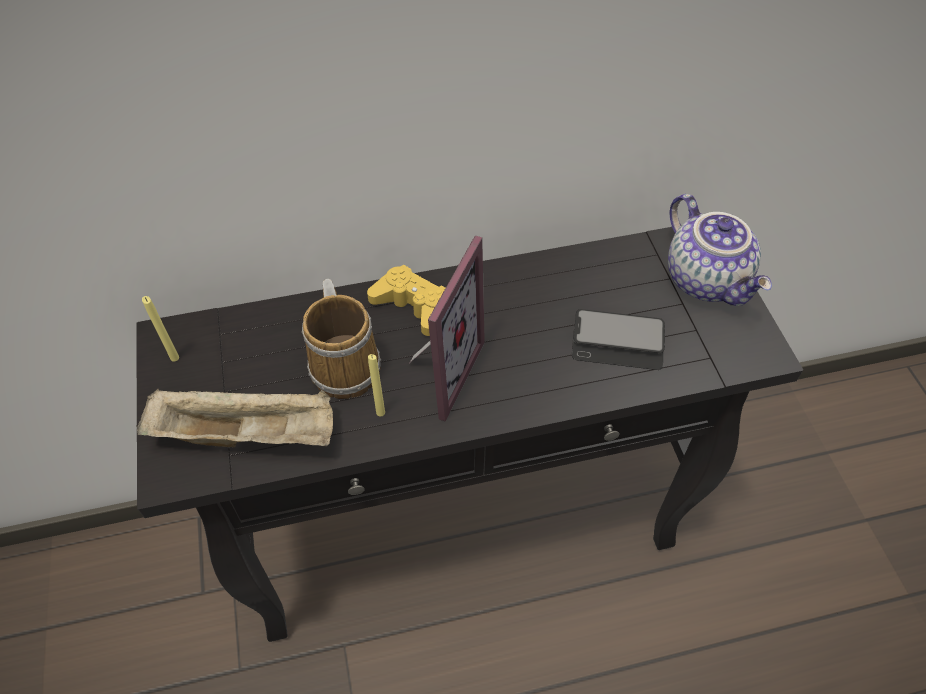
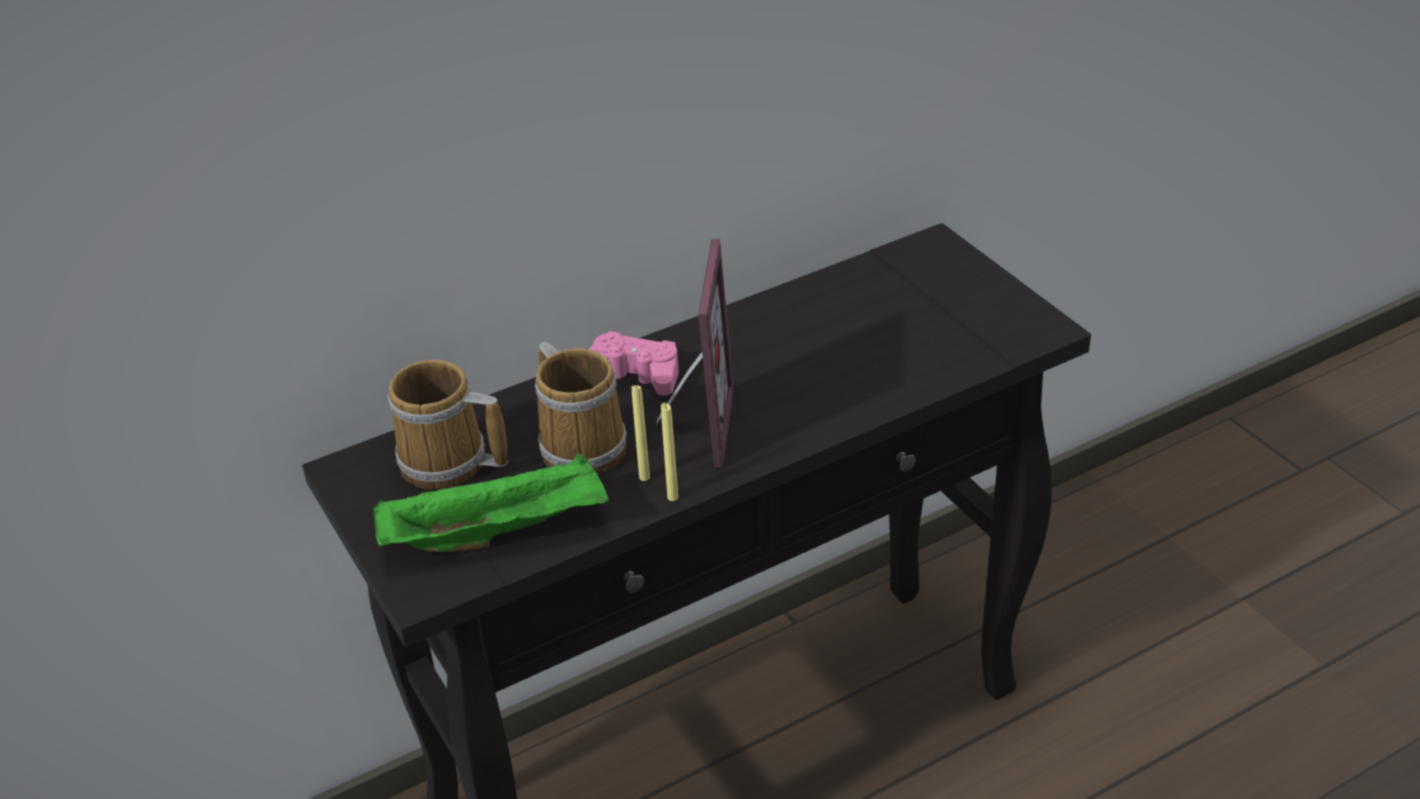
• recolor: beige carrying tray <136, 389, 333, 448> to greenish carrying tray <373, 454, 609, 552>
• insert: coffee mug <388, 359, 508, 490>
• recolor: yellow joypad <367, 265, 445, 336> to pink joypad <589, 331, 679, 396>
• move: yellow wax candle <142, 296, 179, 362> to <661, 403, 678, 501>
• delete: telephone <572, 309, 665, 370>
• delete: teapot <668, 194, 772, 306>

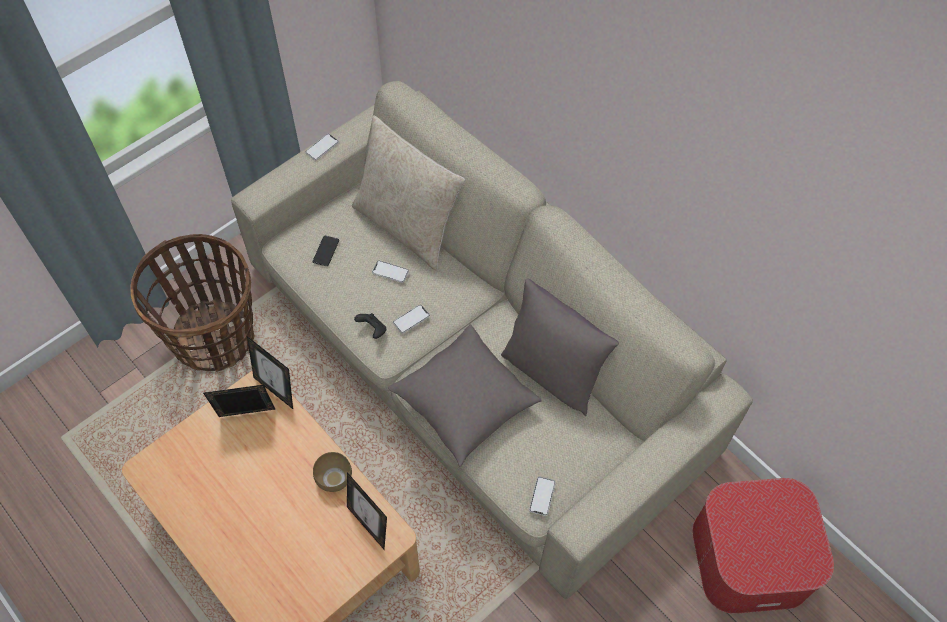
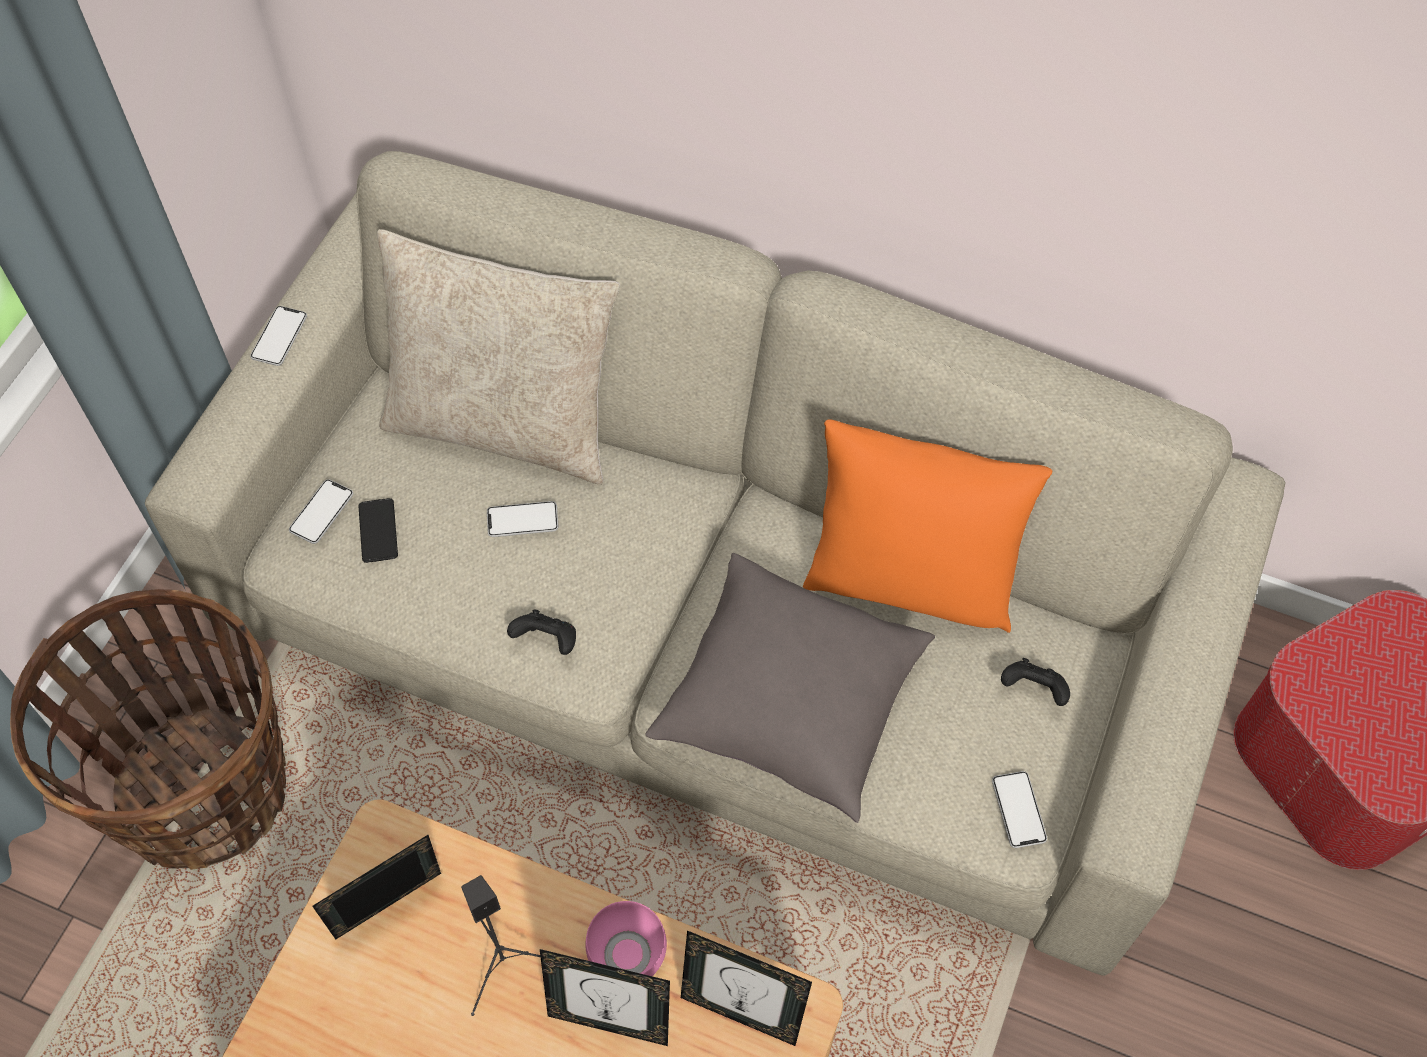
• move: telephone <393, 305, 430, 334> to <289, 479, 353, 544>
• insert: black-coloured loudspeaker <461, 875, 540, 1016>
• move: picture frame <247, 336, 293, 409> to <540, 949, 670, 1046>
• recolor: brownish bowl <313, 452, 352, 492> to pink bowl <586, 901, 667, 976>
• recolor: greyish pillow <501, 278, 619, 416> to orangey pillow <803, 419, 1052, 633>
• insert: black-coloured joypad <1001, 658, 1070, 706>

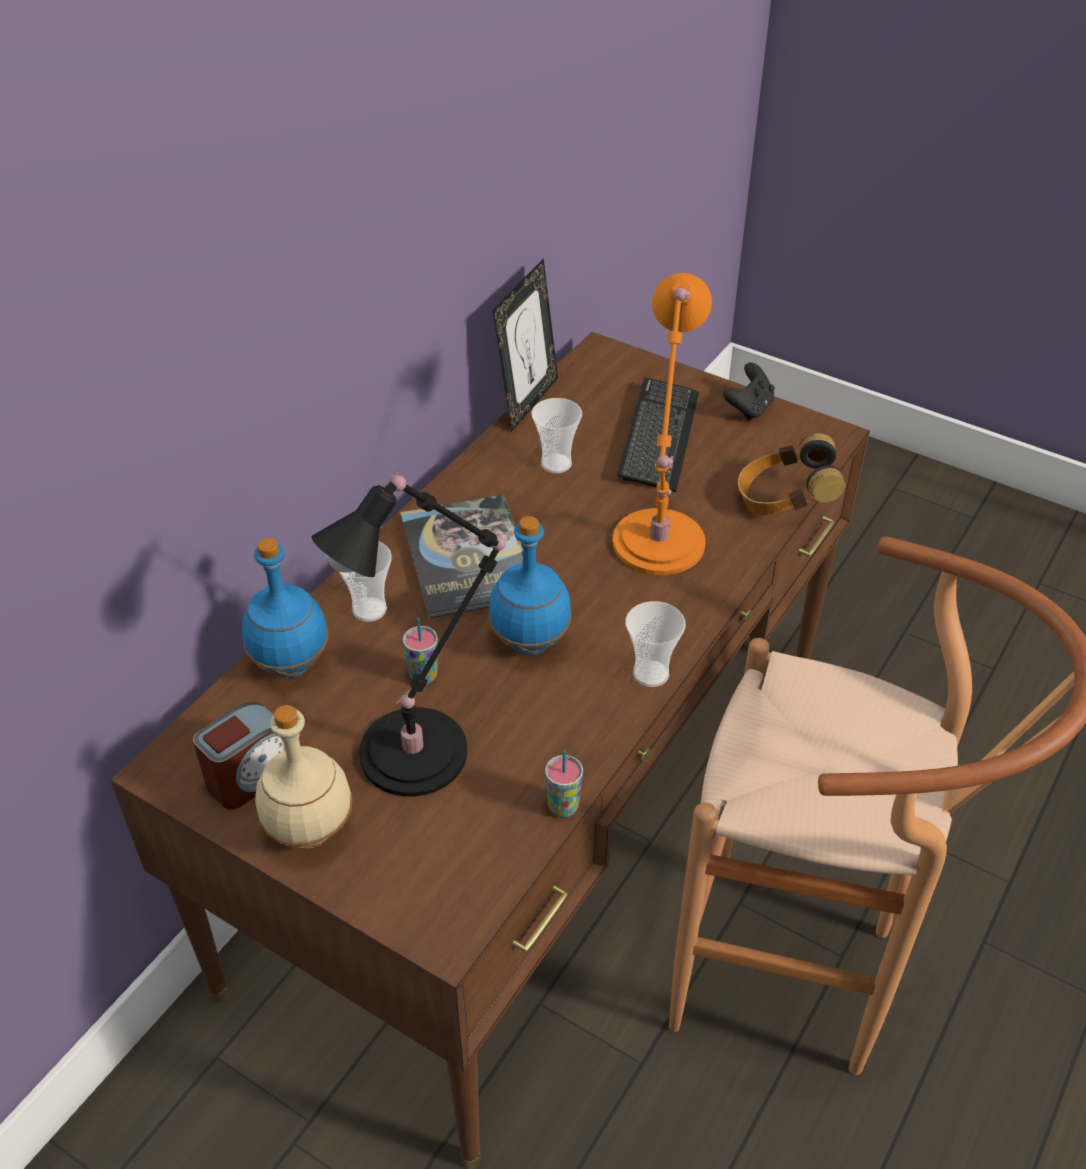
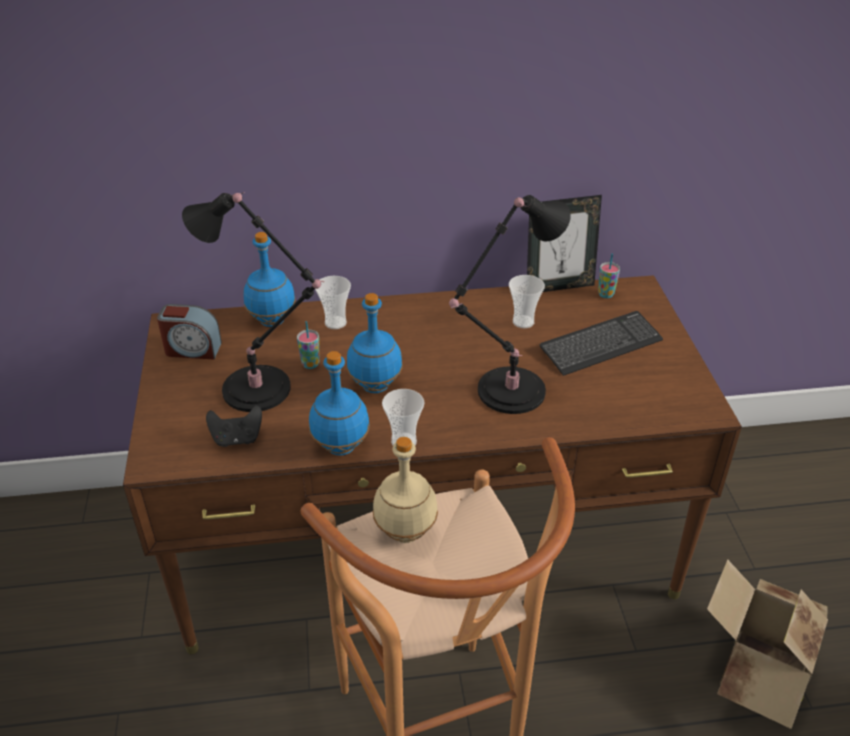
• move: black-coloured joypad <723, 363, 775, 421> to <206, 405, 262, 447>
• insert: bluish beverage bottle <309, 351, 370, 456>
• move: beige beverage bottle <255, 705, 353, 848> to <373, 437, 438, 543>
• recolor: orangey table lamp <613, 273, 712, 575> to black-coloured table lamp <449, 195, 571, 414>
• move: drinking cup <545, 749, 583, 818> to <598, 253, 620, 298>
• insert: packing box <707, 559, 828, 729>
• delete: book <400, 494, 523, 619>
• delete: headset <738, 433, 845, 515>

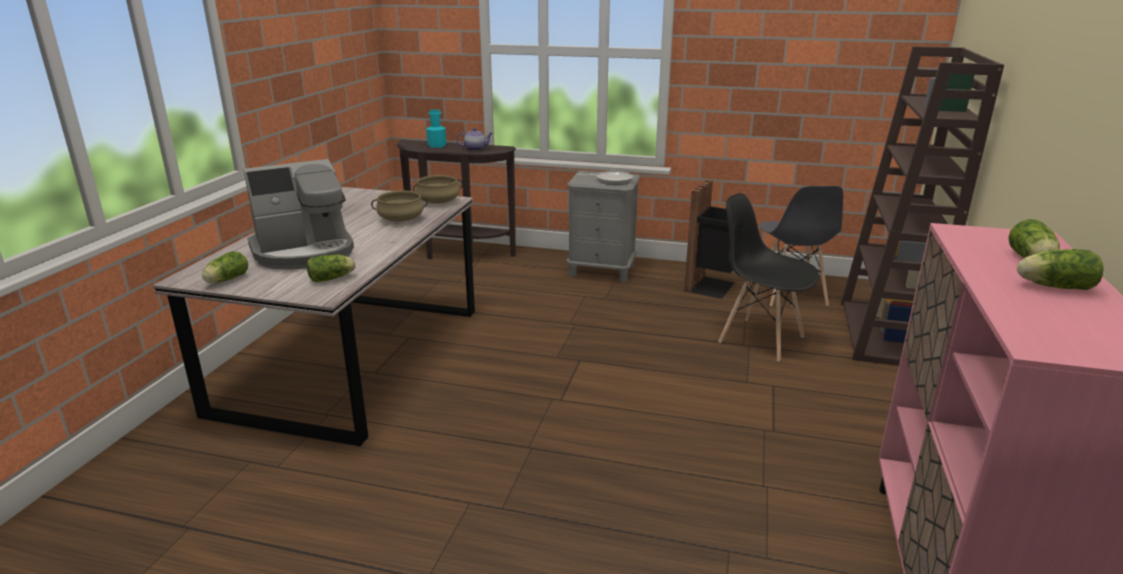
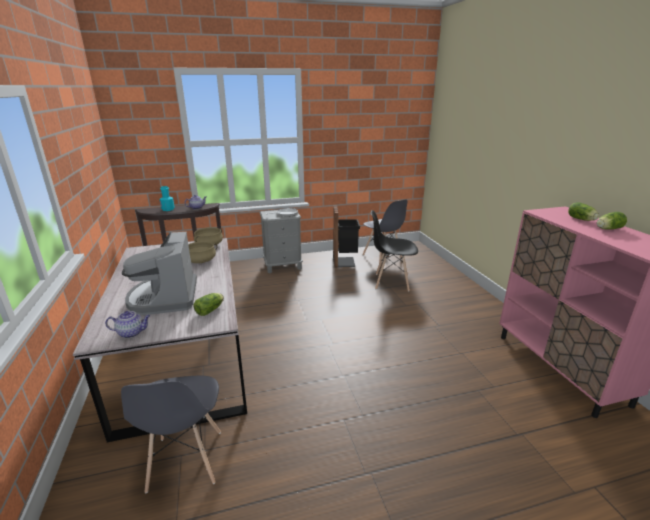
• replace: lettuce head <202, 251, 248, 283> to teapot <105, 311, 151, 338>
• insert: greyish plain chair <121, 376, 221, 493>
• rotate: coffee maker <243, 159, 354, 269> = <122, 232, 197, 315> 135 degrees clockwise
• delete: brownish bookshelf <841, 46, 1004, 366>

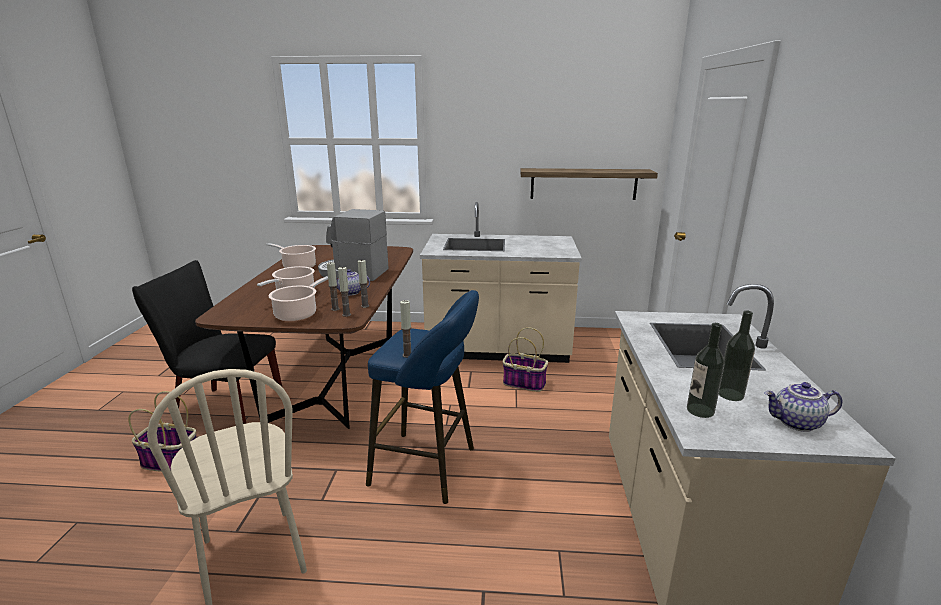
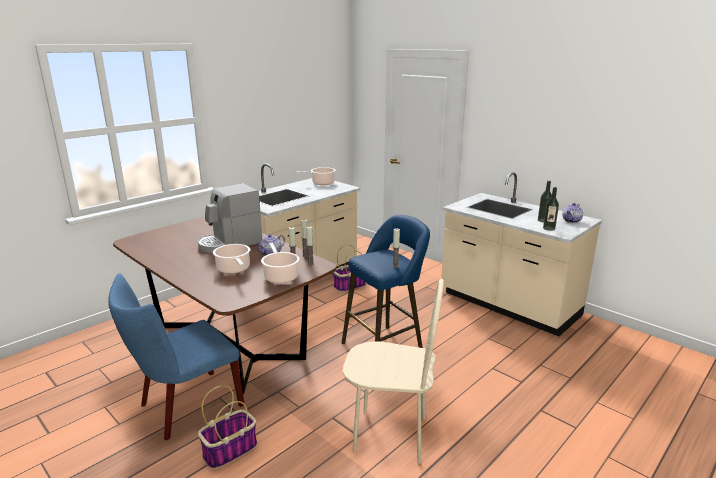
• recolor: black-coloured plain chair <132, 260, 282, 424> to bluish plain chair <108, 273, 244, 440>
• move: saucepot <266, 243, 316, 268> to <296, 167, 336, 185>
• delete: wall shelf <520, 168, 658, 200>

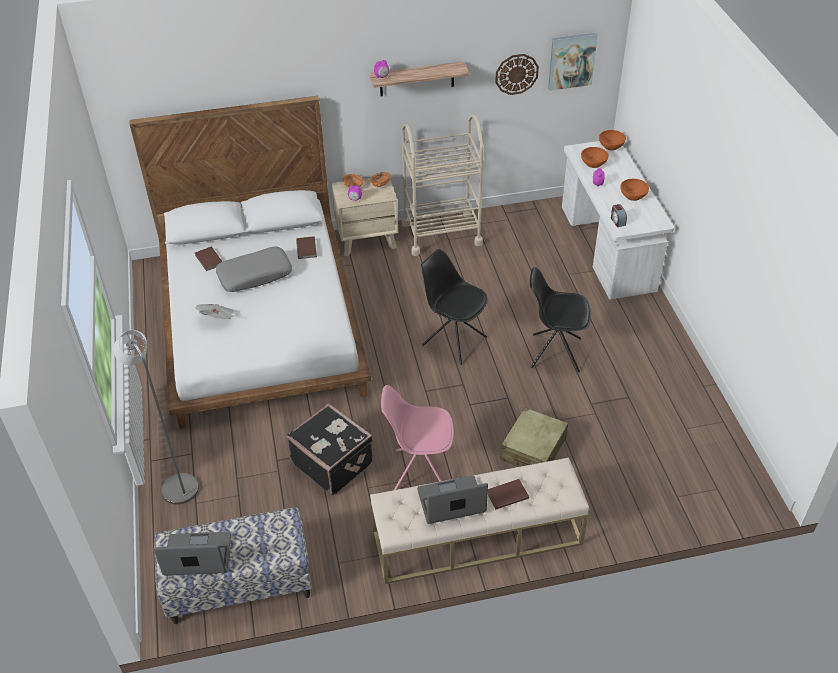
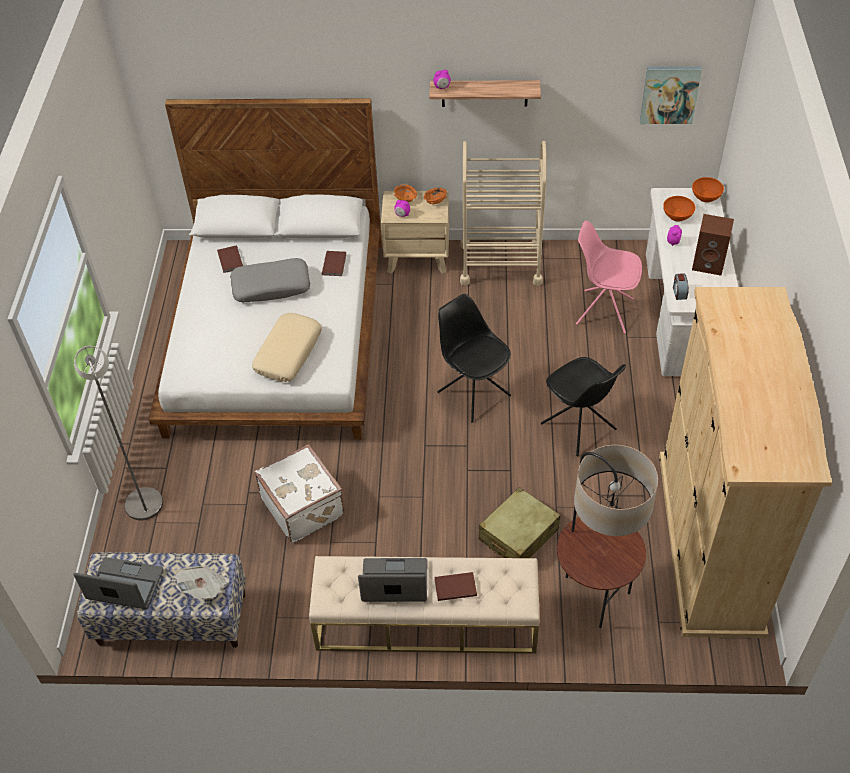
• move: daily paper <195, 304, 237, 319> to <175, 566, 229, 599>
• insert: beige pillow <252, 313, 322, 382>
• recolor: black-coloured suitcase <286, 403, 373, 495> to white suitcase <255, 444, 345, 543>
• rotate: black-coloured plain chair <530, 267, 591, 372> = <541, 357, 626, 456> 150 degrees counterclockwise
• insert: floor lamp <557, 445, 658, 628>
• move: pink plain chair <381, 385, 454, 490> to <576, 221, 642, 334>
• insert: beige armoire <659, 287, 832, 638>
• replace: orangey bowl <621, 179, 649, 201> to brownish loudspeaker <692, 214, 734, 276>
• delete: clock on the wall <495, 54, 539, 95>

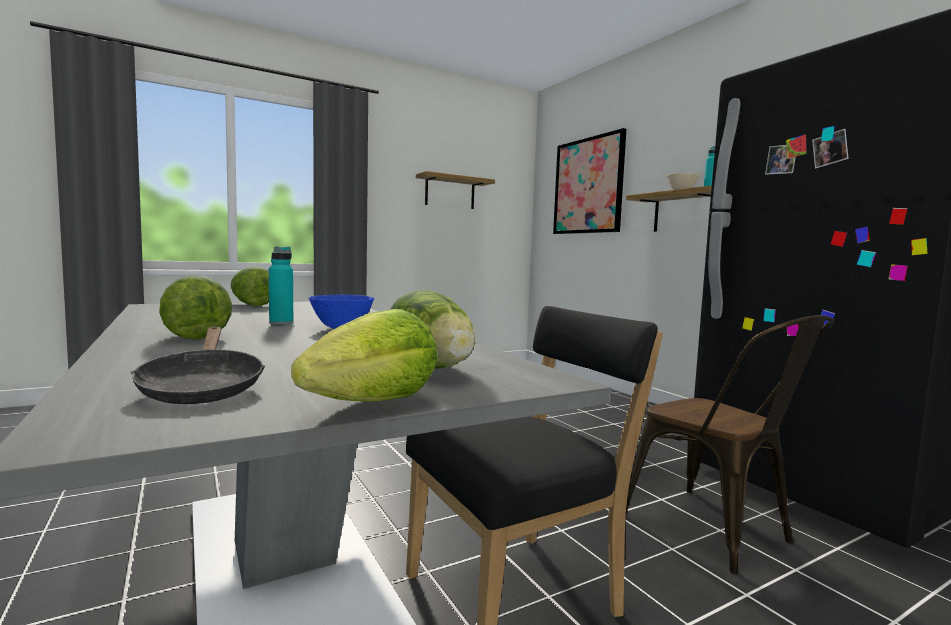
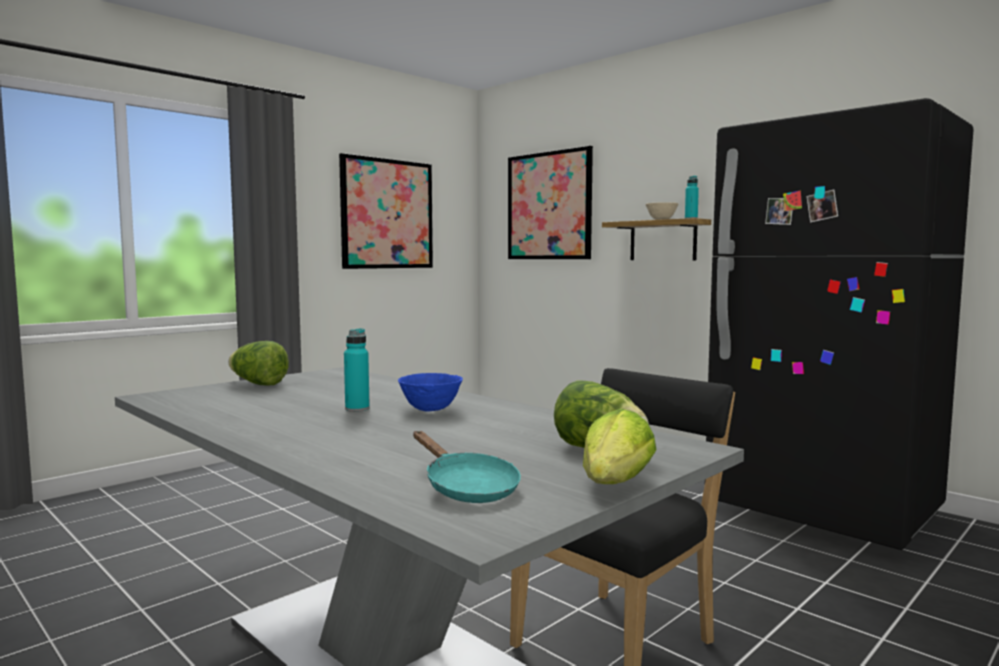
• replace: wall shelf <416, 171, 495, 209> to picture <339, 153, 433, 269>
• recolor: black-coloured skillet <131, 327, 265, 404> to turquoise skillet <413, 431, 521, 503>
• delete: lettuce head <159, 276, 232, 339>
• delete: brownish plain chair <626, 315, 834, 575>

